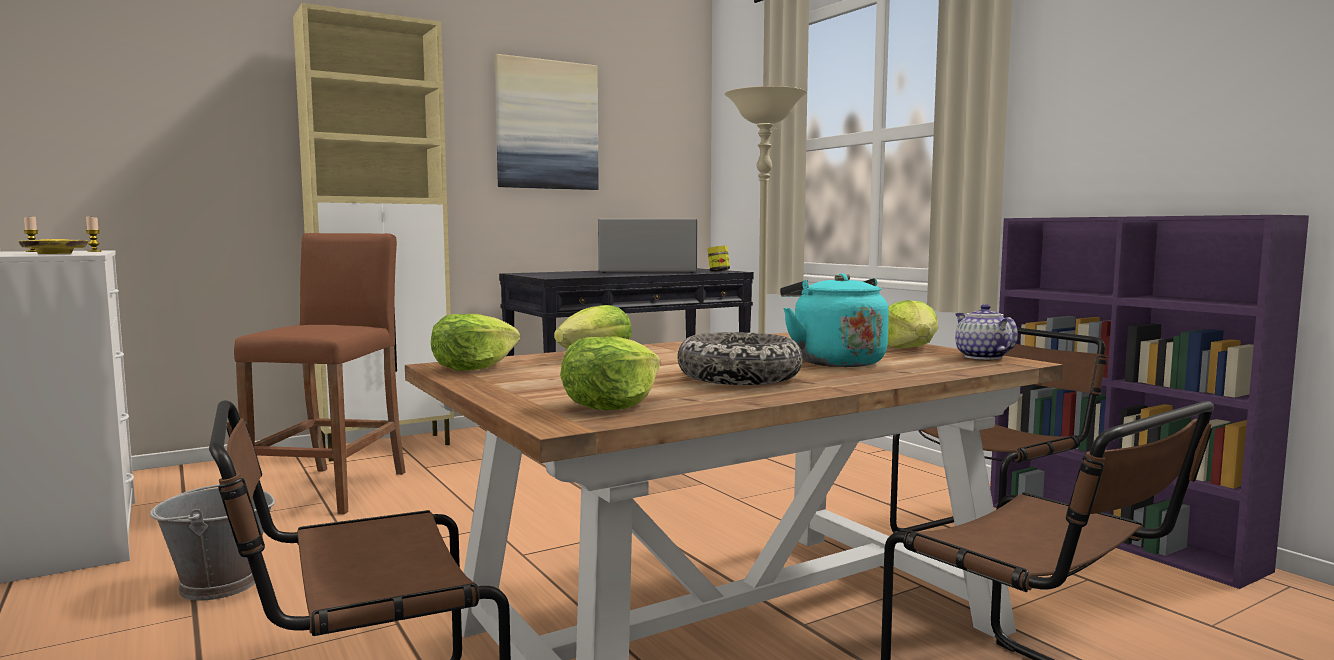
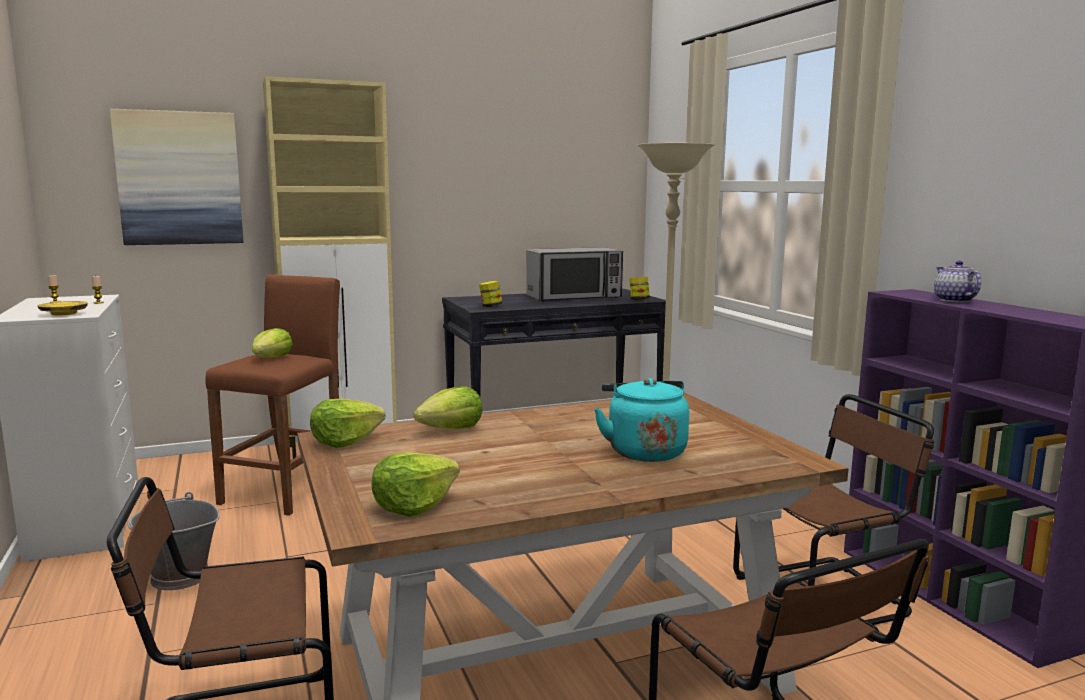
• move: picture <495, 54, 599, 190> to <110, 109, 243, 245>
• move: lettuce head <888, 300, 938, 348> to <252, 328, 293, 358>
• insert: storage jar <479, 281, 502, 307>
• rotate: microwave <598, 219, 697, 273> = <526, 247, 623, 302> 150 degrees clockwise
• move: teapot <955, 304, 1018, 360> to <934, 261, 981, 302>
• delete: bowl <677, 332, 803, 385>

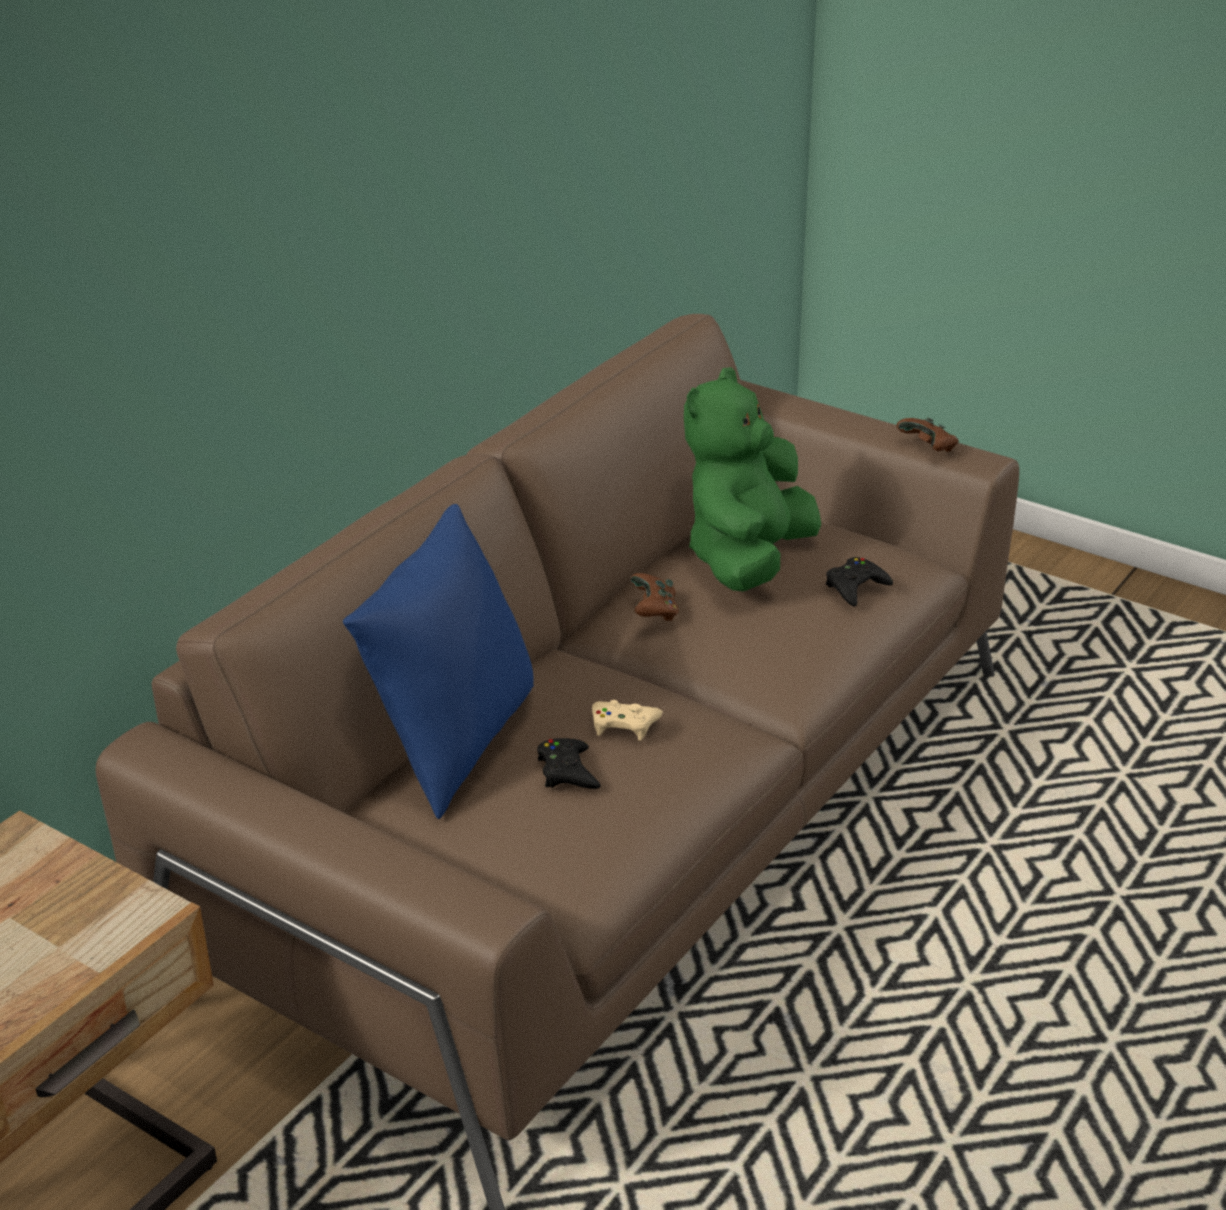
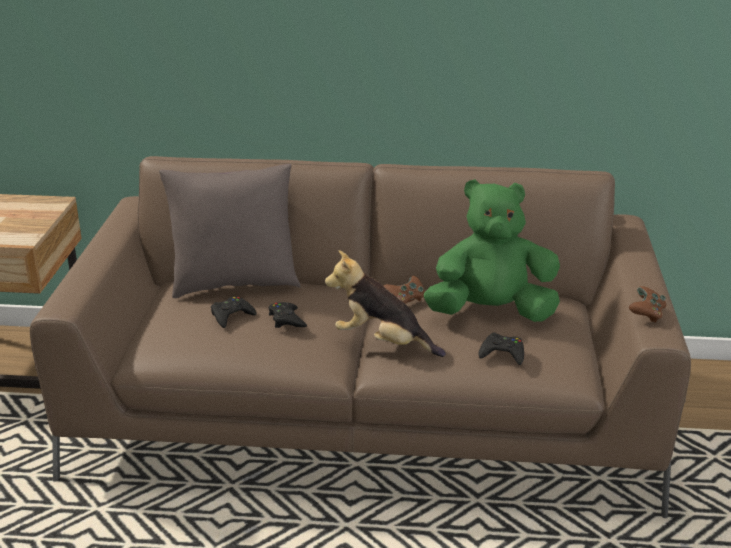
• recolor: bluish pillow <343, 504, 534, 819> to greyish pillow <159, 164, 301, 298>
• recolor: beige joypad <592, 700, 663, 741> to black-coloured joypad <269, 302, 307, 328>
• insert: cuddly toy <325, 250, 446, 357>

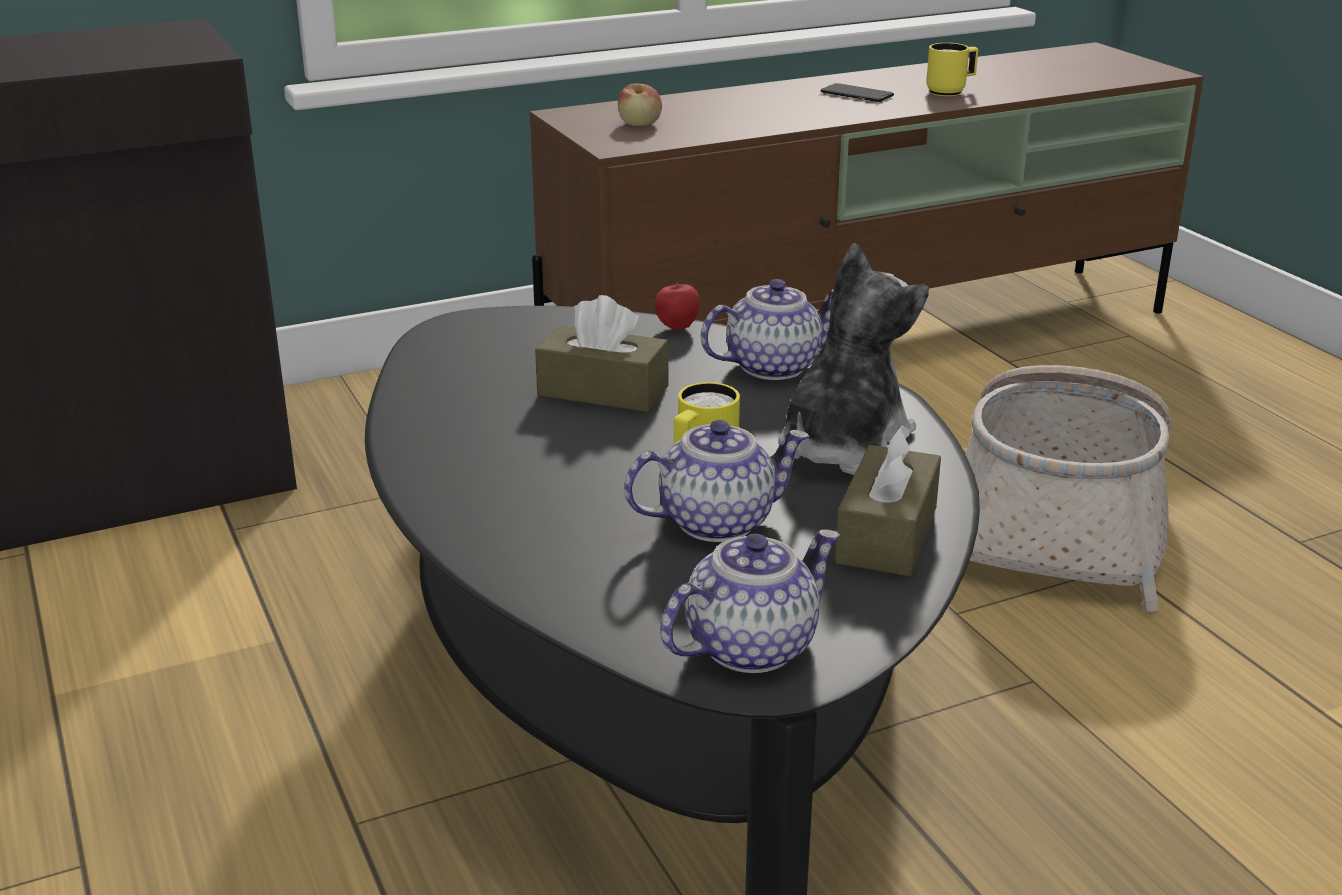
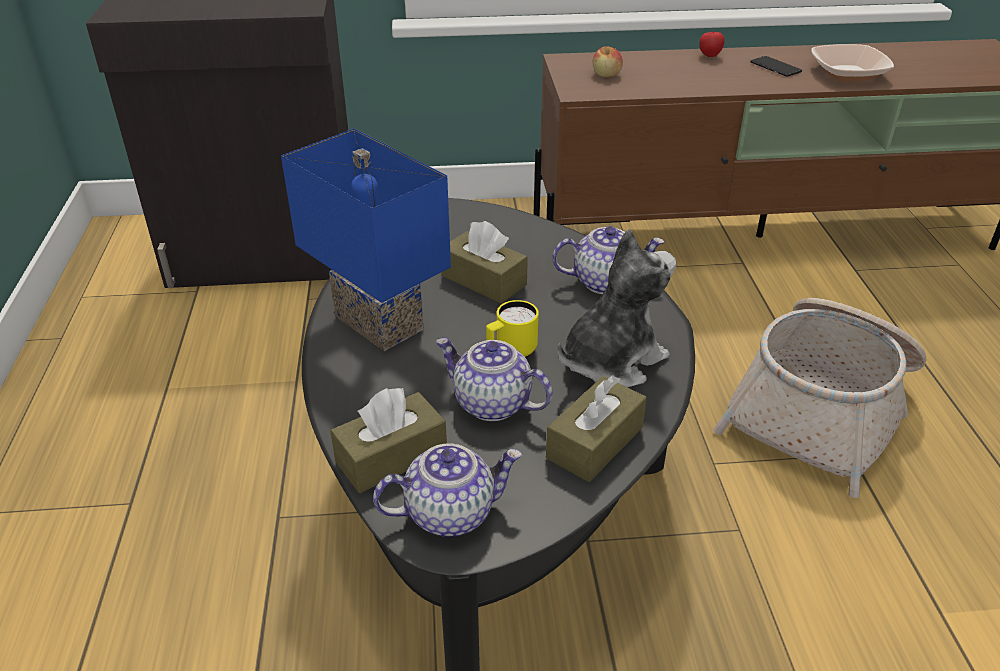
• insert: bluish table lamp <281, 129, 451, 351>
• insert: brownish tissue holder <330, 388, 447, 493>
• rotate: teapot <624, 420, 809, 542> = <436, 338, 552, 421> 150 degrees counterclockwise
• move: whole apple <655, 283, 700, 330> to <699, 30, 725, 57>
• replace: yellow coffee mug <926, 43, 978, 96> to bowl <812, 44, 894, 81>

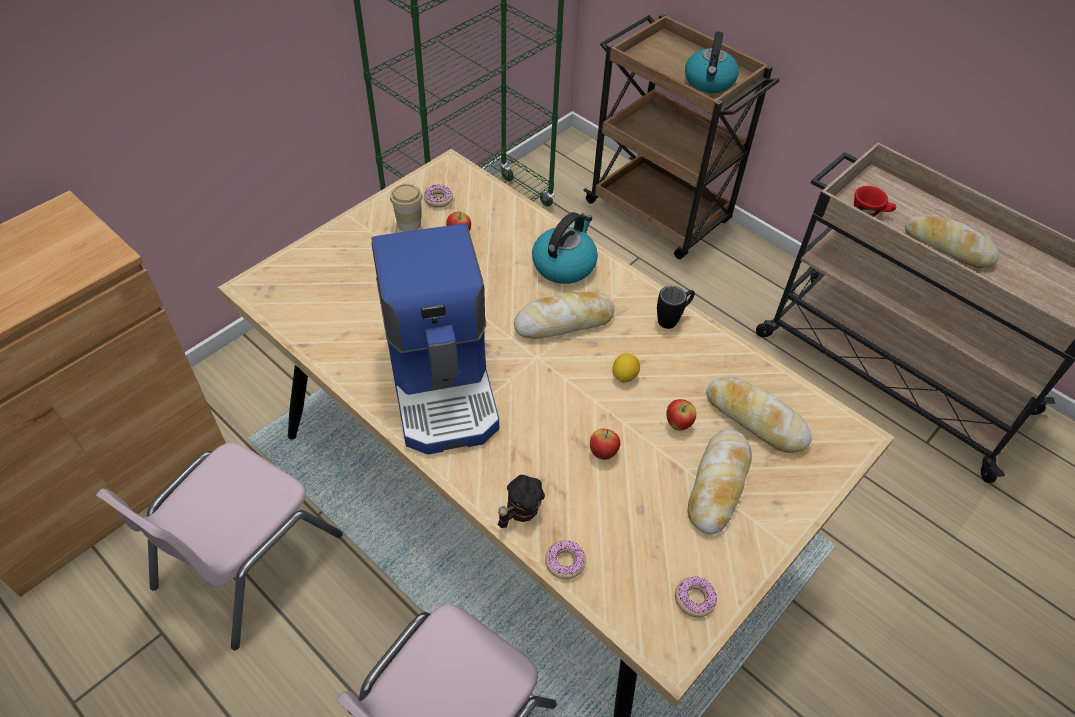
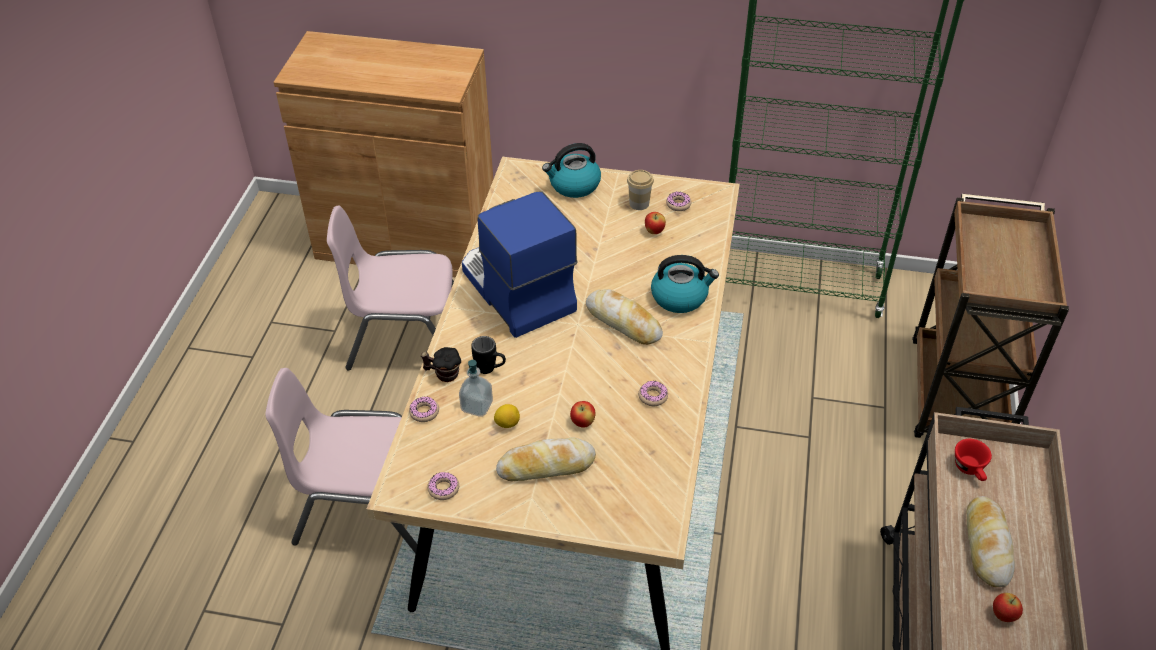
• insert: soap dispenser <459, 360, 493, 417>
• rotate: coffee maker <371, 224, 499, 455> = <462, 191, 577, 338> 105 degrees clockwise
• move: black-coloured coffee mug <657, 286, 695, 329> to <471, 336, 506, 374>
• move: whole lemon <612, 353, 640, 383> to <494, 404, 520, 428>
• move: water kettle <685, 32, 739, 93> to <542, 143, 601, 198>
• insert: ring doughnut <638, 381, 668, 406>
• move: whole apple <590, 429, 620, 460> to <993, 593, 1023, 622>
• delete: baked bread <706, 377, 812, 452>

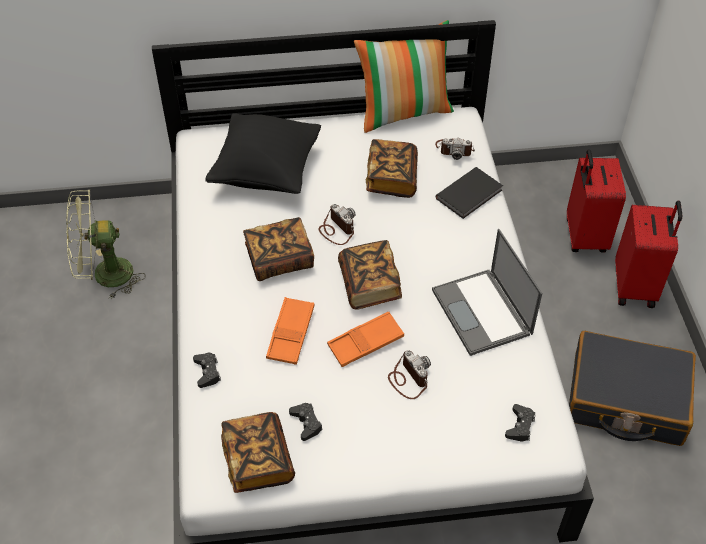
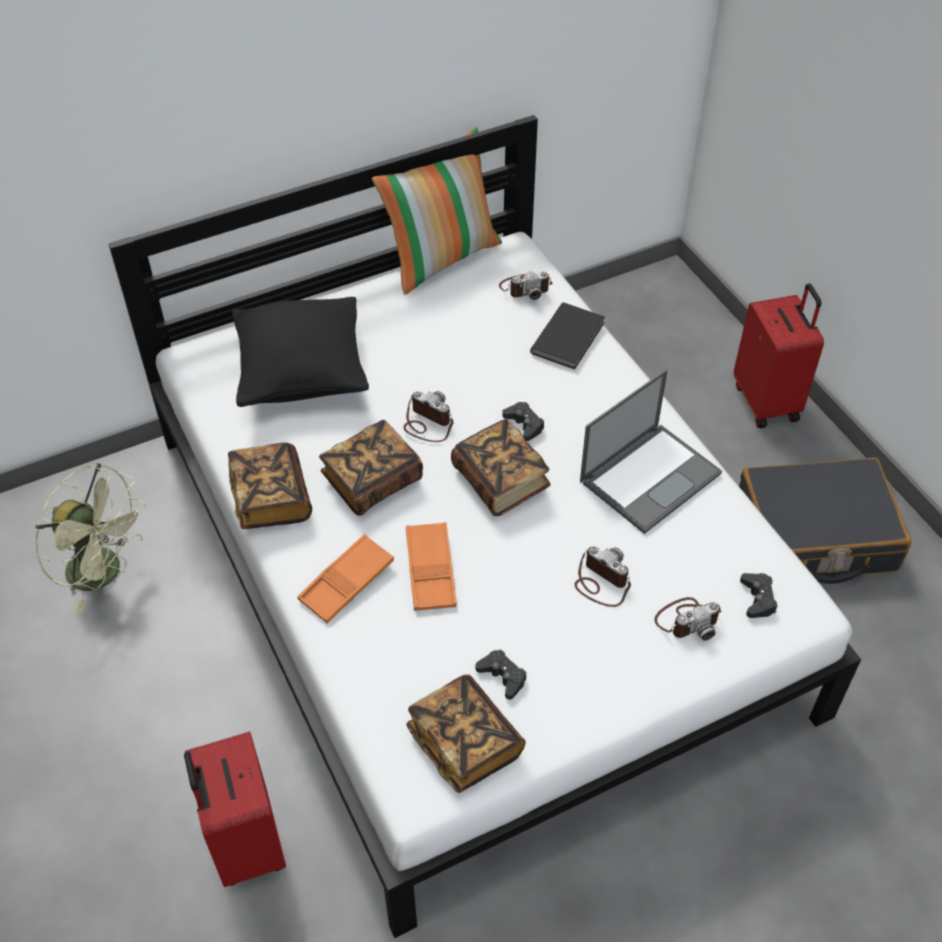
• rotate: greenish fan <66, 189, 146, 299> = <35, 463, 147, 612> 120 degrees counterclockwise
• move: reddish suitcase <567, 149, 626, 253> to <184, 731, 286, 887>
• move: book <366, 139, 418, 198> to <228, 442, 312, 529>
• move: orangey carrying tray <327, 311, 404, 367> to <297, 534, 394, 623>
• move: black-coloured joypad <193, 353, 221, 388> to <502, 402, 544, 441>
• rotate: notebook computer <432, 229, 542, 356> = <580, 369, 722, 534> 90 degrees counterclockwise
• insert: still camera <654, 597, 722, 641>

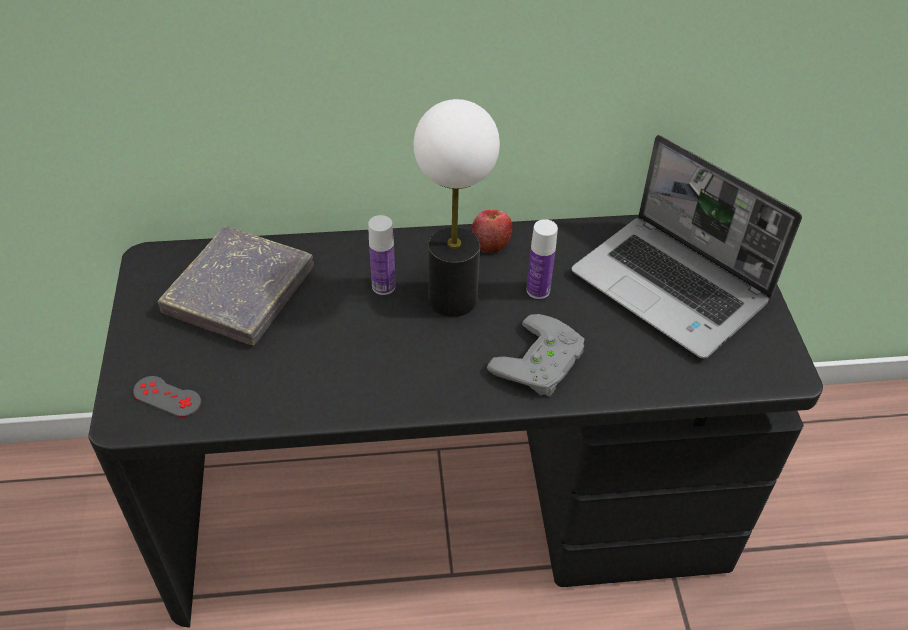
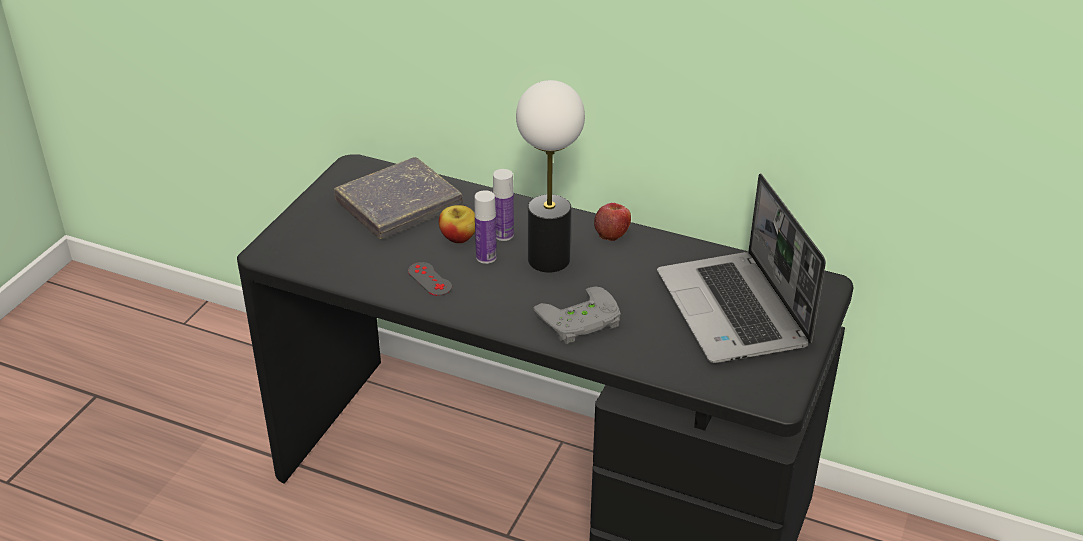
• move: greyish joypad <133, 376, 201, 417> to <408, 262, 452, 296>
• insert: whole apple <439, 205, 475, 243>
• move: beverage bottle <527, 219, 558, 299> to <475, 190, 497, 264>

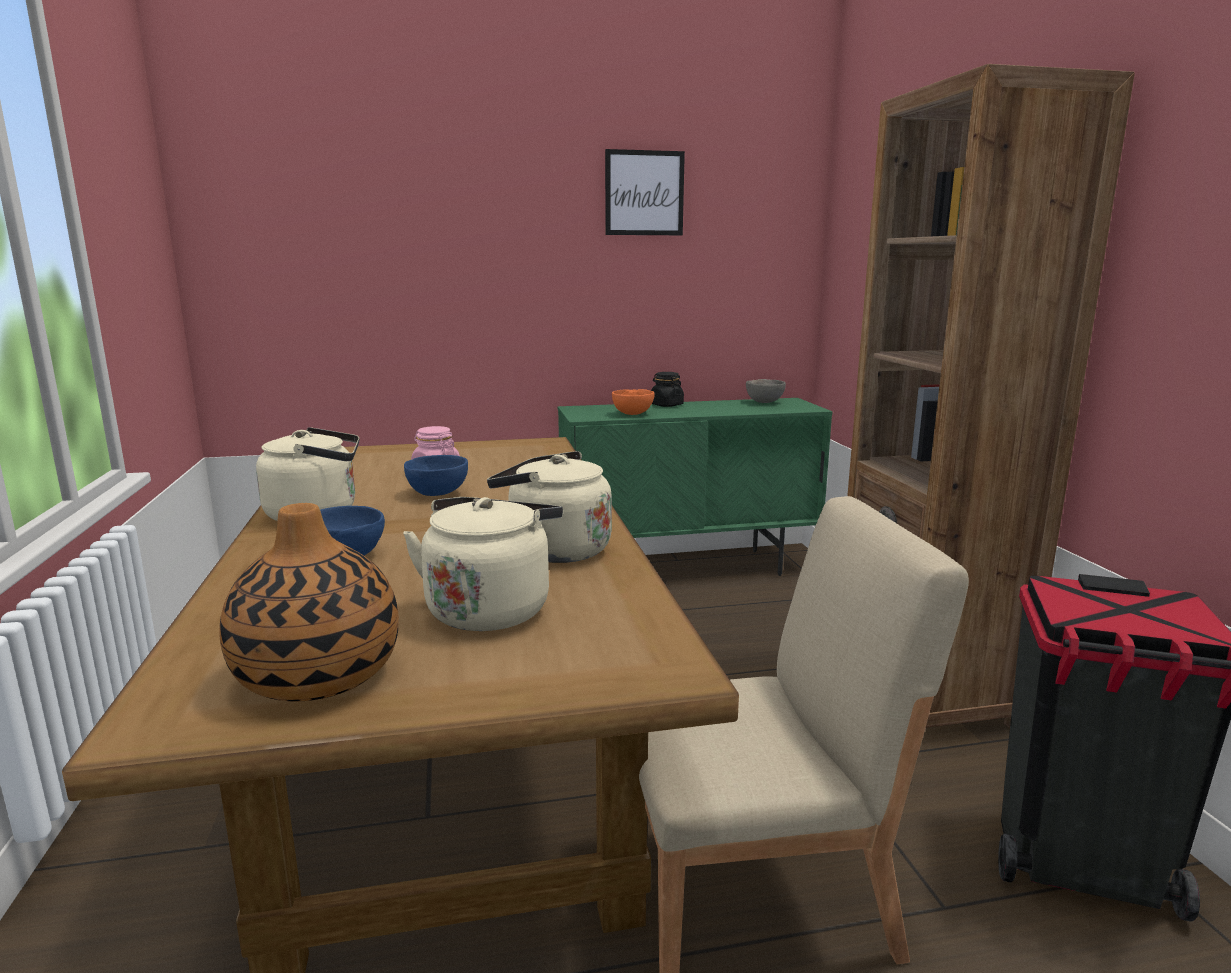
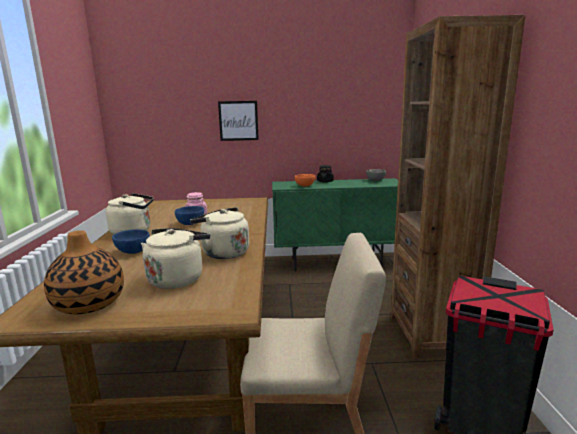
• move: picture <605, 149, 685, 235> to <218, 101, 259, 141>

